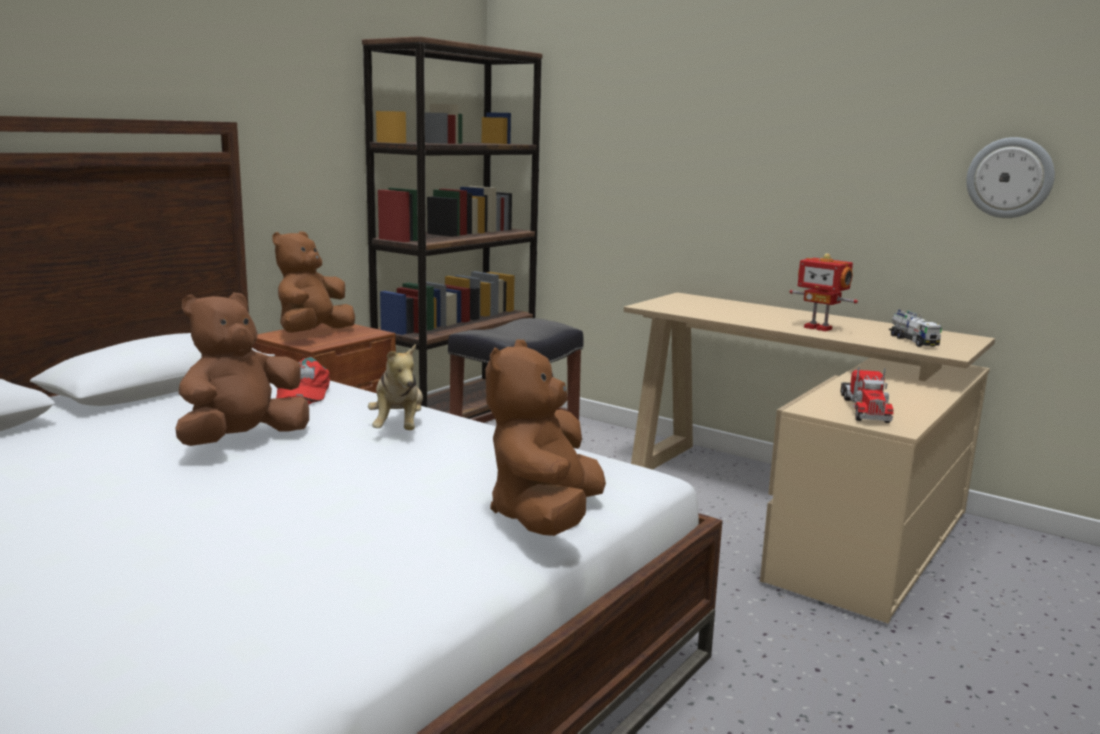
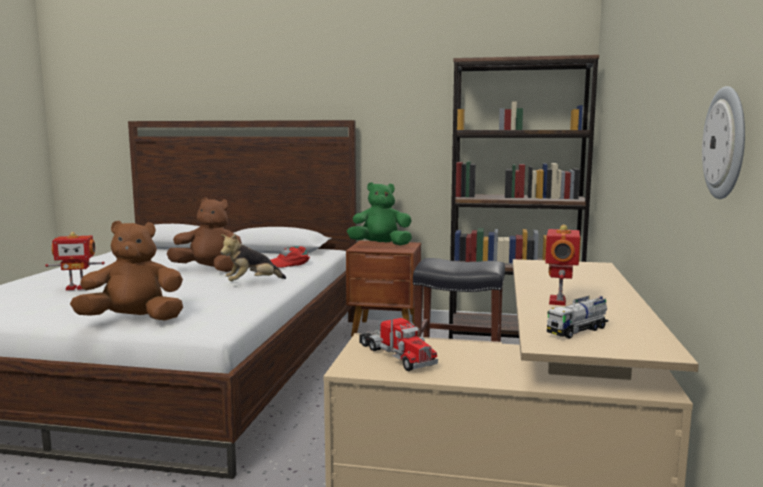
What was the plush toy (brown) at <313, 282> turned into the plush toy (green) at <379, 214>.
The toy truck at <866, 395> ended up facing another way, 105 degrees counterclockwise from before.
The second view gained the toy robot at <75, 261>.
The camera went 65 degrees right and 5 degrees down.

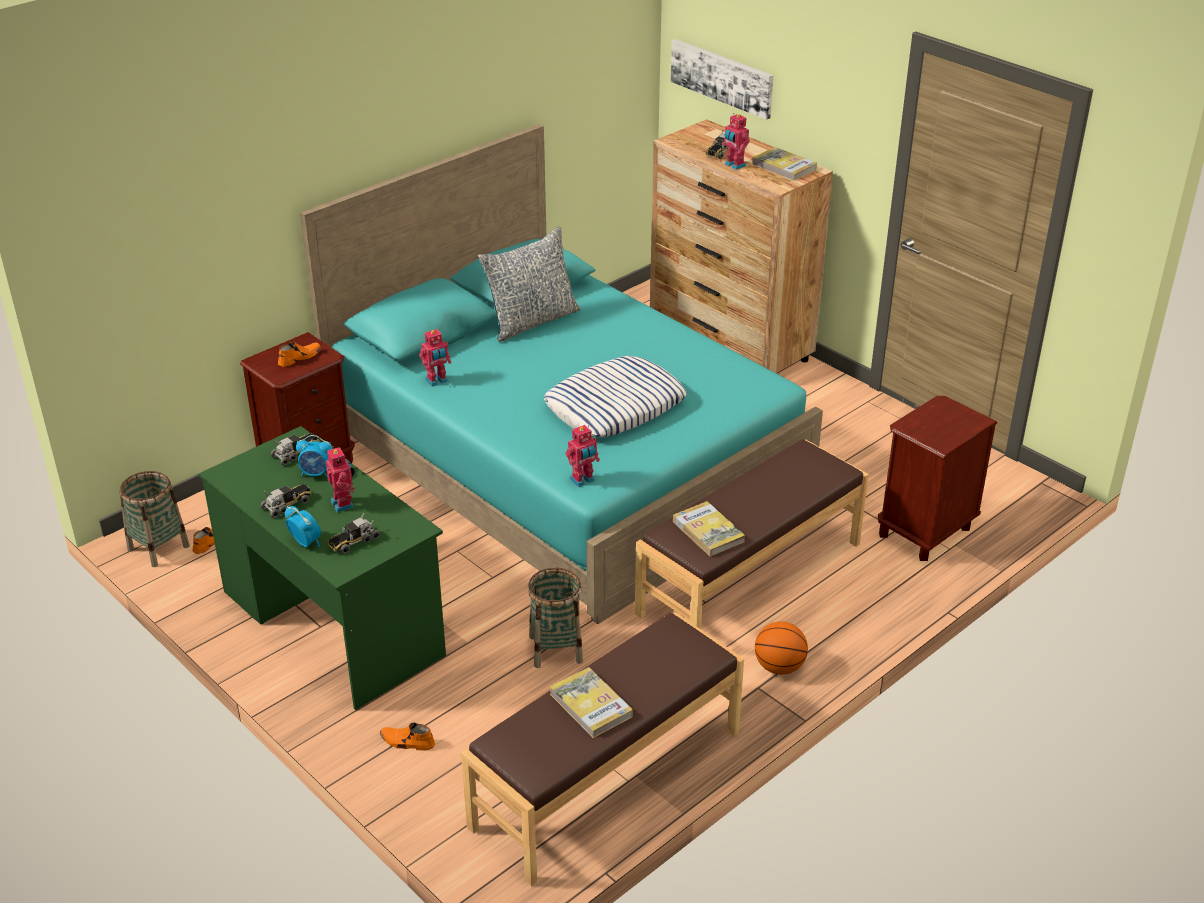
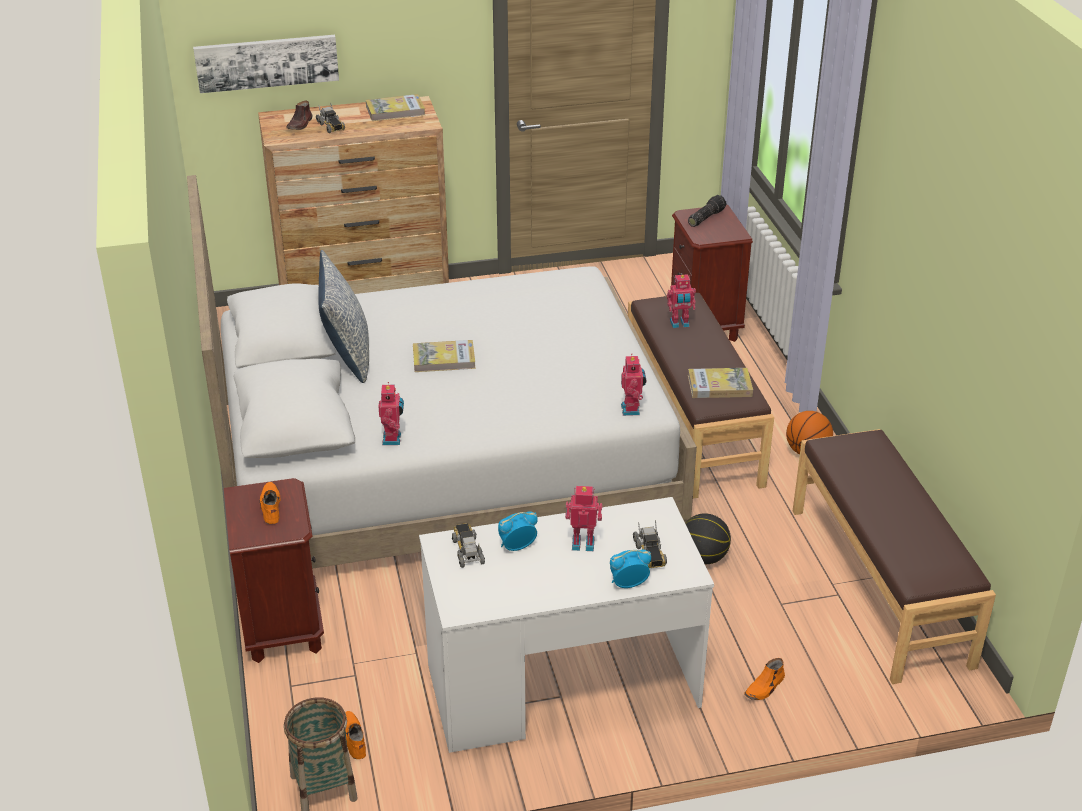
The toy robot ended up elsewhere, having gone from <736, 141> to <681, 301>.
What was the bed (turquoise) at <561, 374> turned into the bed (white) at <442, 372>.
The second view lost the pillow at <615, 396>.
What was the desk (green) at <322, 568> turned into the desk (white) at <566, 625>.
The alarm clock at <314, 456> ended up facing another way, 150 degrees counterclockwise from before.
The second view lost the toy truck at <286, 501>.
Where the basket stood at <555, 618>, the basketball came to stand at <708, 538>.
The book ended up elsewhere, having gone from <591, 702> to <444, 356>.
The second view gained the shoe (brown) at <299, 115>.
The second view gained the flashlight at <707, 211>.
The camera went 60 degrees left and 0 degrees up.

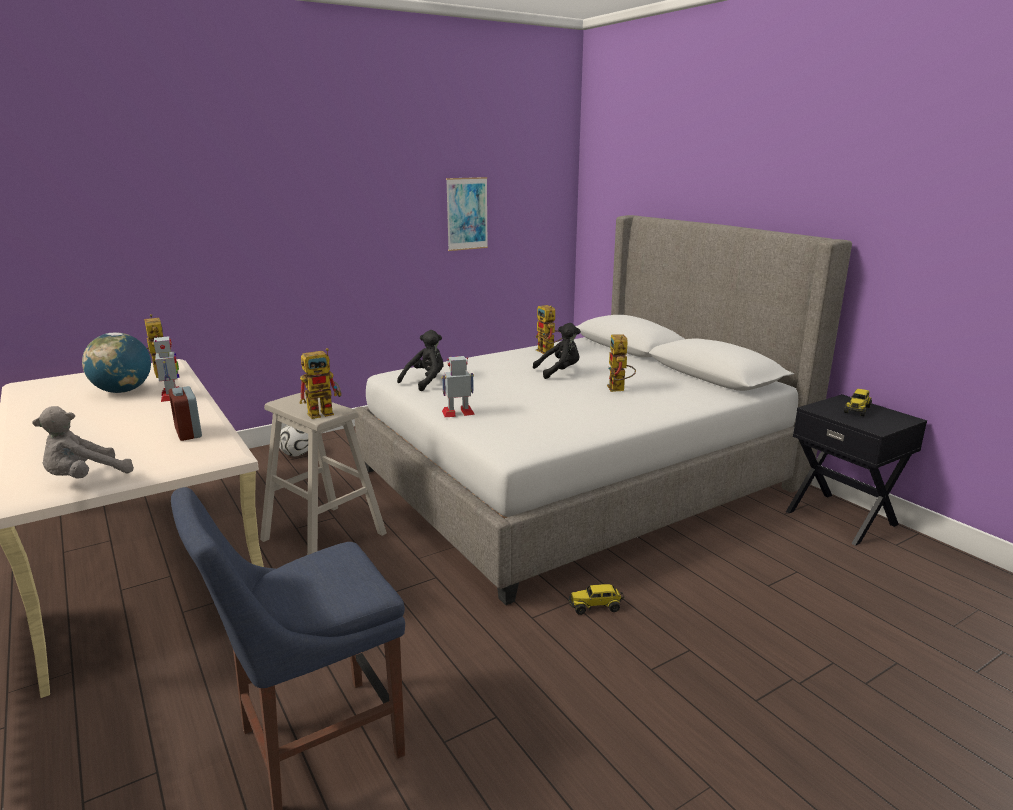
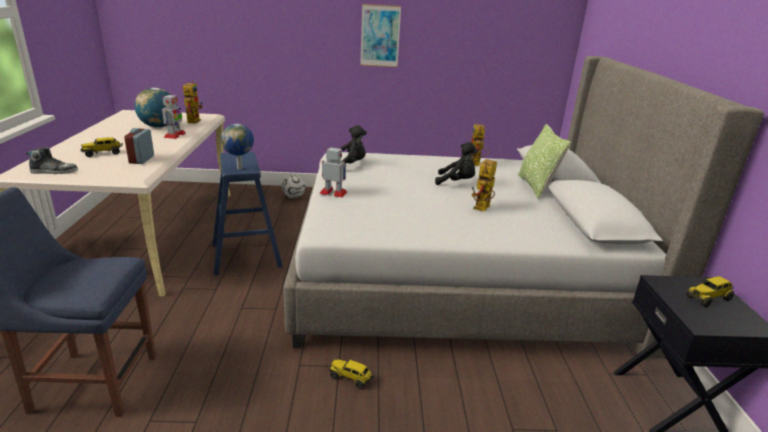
The picture ended up elsewhere, having gone from <467, 214> to <380, 35>.
Where the toy robot stood at <321, 383>, the globe came to stand at <237, 146>.
What was the stool (beige) at <323, 473> turned into the stool (blue) at <248, 213>.
Where the plush toy (grey) stood at <83, 442>, the shoe came to stand at <52, 160>.
The second view gained the pillow at <544, 161>.
The second view gained the toy truck at <101, 147>.
The camera went 30 degrees right and 5 degrees up.

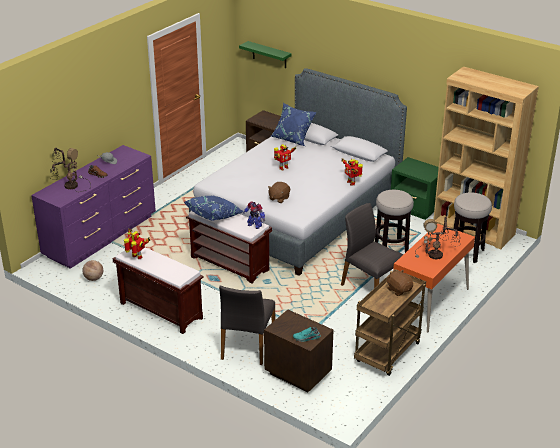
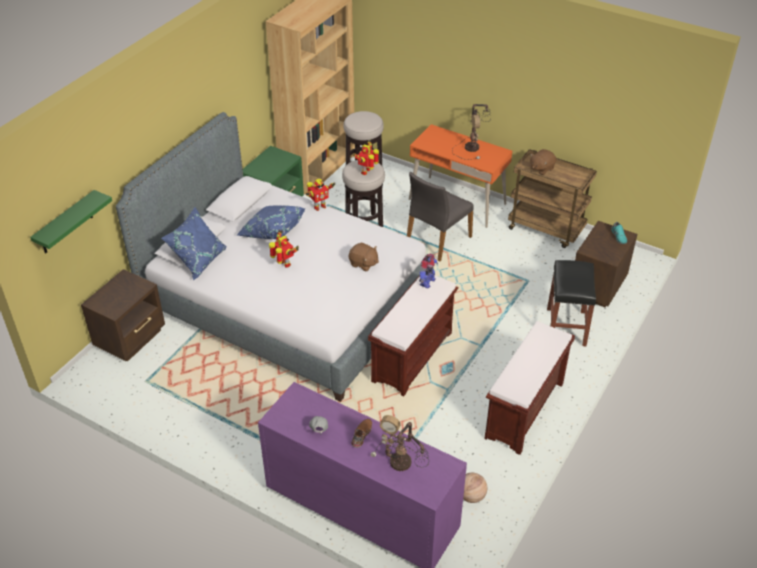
The pillow (blue) ended up elsewhere, having gone from <214, 207> to <271, 222>.
The toy robot ended up elsewhere, having gone from <137, 243> to <366, 157>.
Where the chair (grey) stood at <247, 325>, the stool (black) came to stand at <571, 303>.
The camera went 95 degrees left and 10 degrees up.

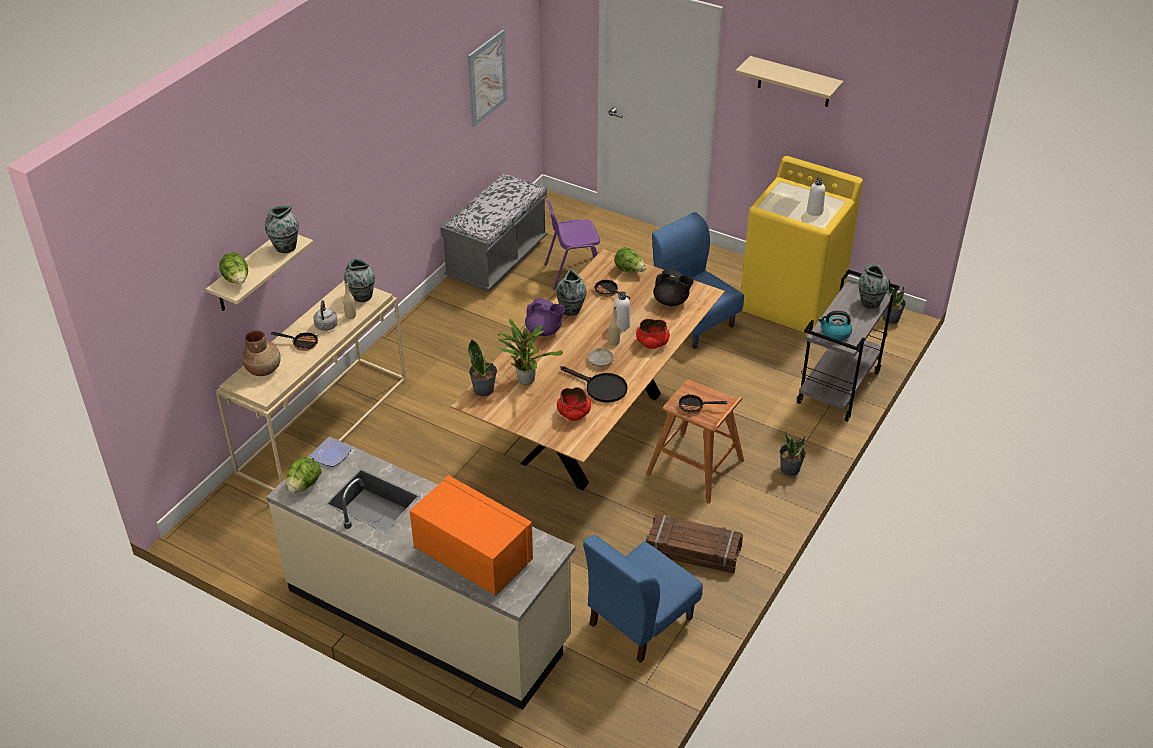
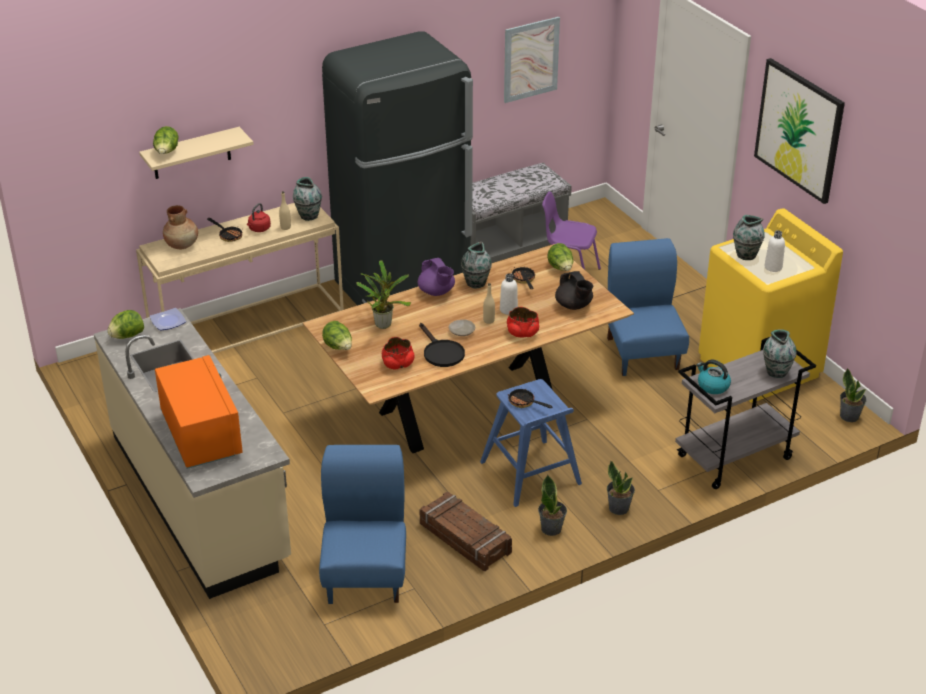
Where the shelf (beige) hung at <789, 81>, the picture came to hang at <799, 131>.
The vase ended up elsewhere, having gone from <282, 229> to <749, 237>.
What was the kettle (grey) at <325, 315> turned into the kettle (red) at <259, 217>.
The potted plant ended up elsewhere, having gone from <482, 367> to <552, 505>.
What was the stool (brown) at <695, 442> turned into the stool (blue) at <531, 443>.
The chair (blue) at <643, 599> ended up facing another way, 105 degrees clockwise from before.
The second view gained the fridge (black) at <397, 168>.
The second view gained the lettuce at <337, 335>.
The camera went 30 degrees right and 5 degrees down.

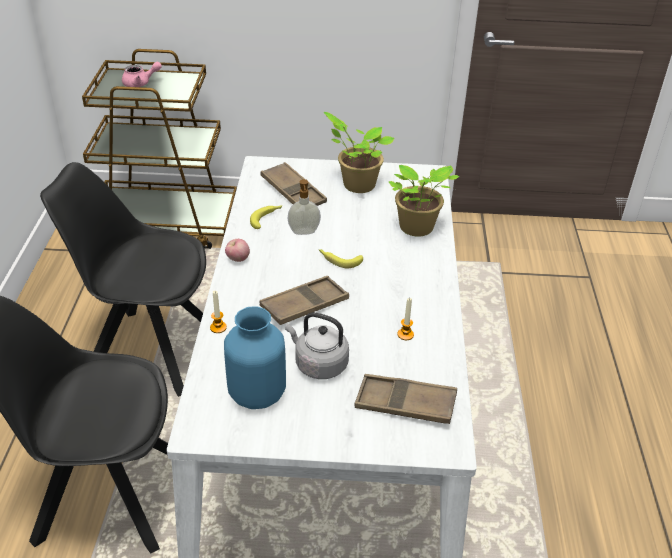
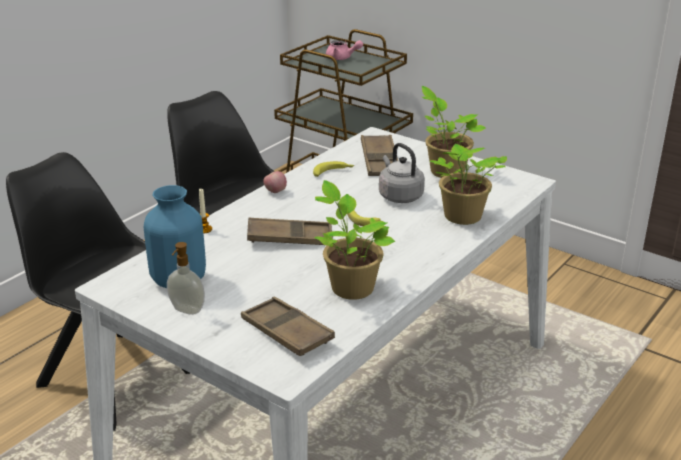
The soap dispenser ended up elsewhere, having gone from <304, 207> to <186, 278>.
Where the candle stood at <405, 319>, the potted plant came to stand at <355, 240>.
The kettle (grey) ended up elsewhere, having gone from <317, 345> to <402, 173>.
The camera went 35 degrees right and 10 degrees down.

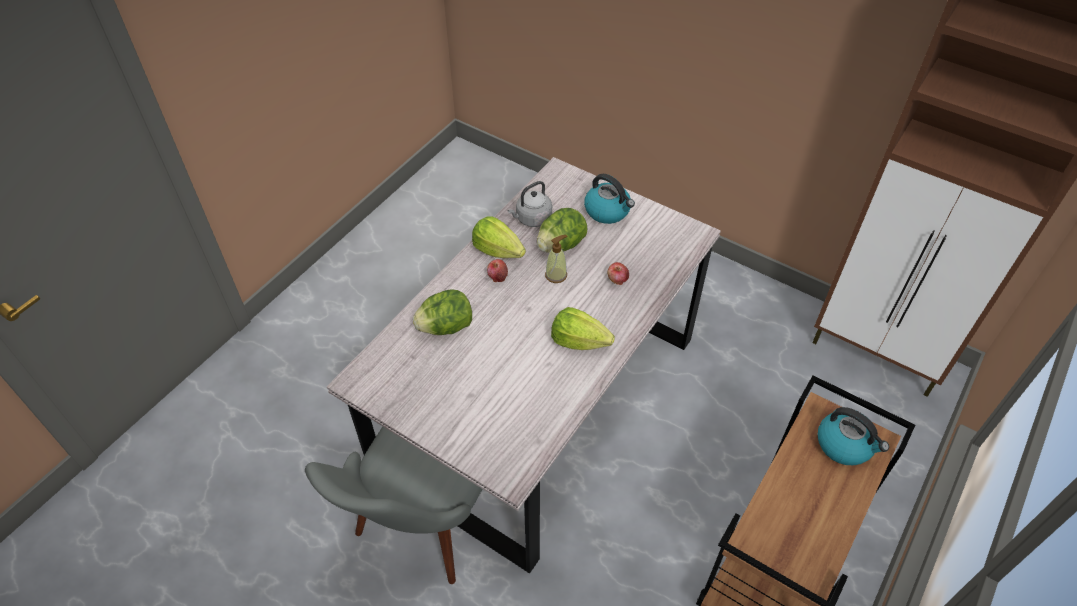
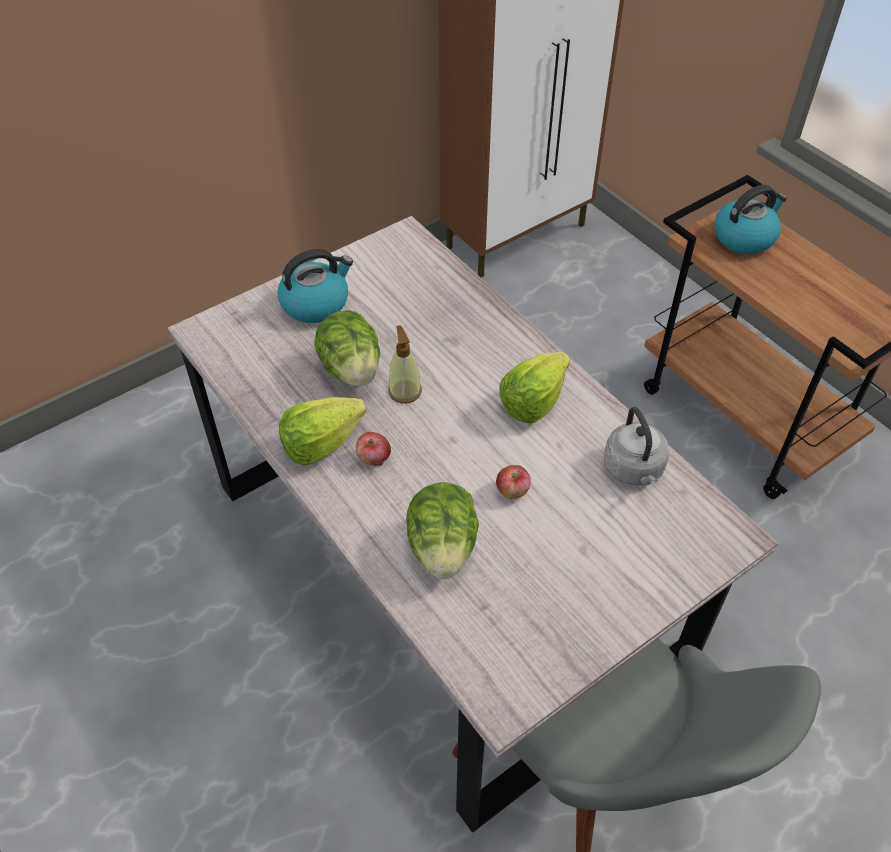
The kettle (grey) ended up elsewhere, having gone from <530, 204> to <636, 446>.
The apple ended up elsewhere, having gone from <618, 273> to <513, 482>.
The camera went 70 degrees left and 0 degrees up.

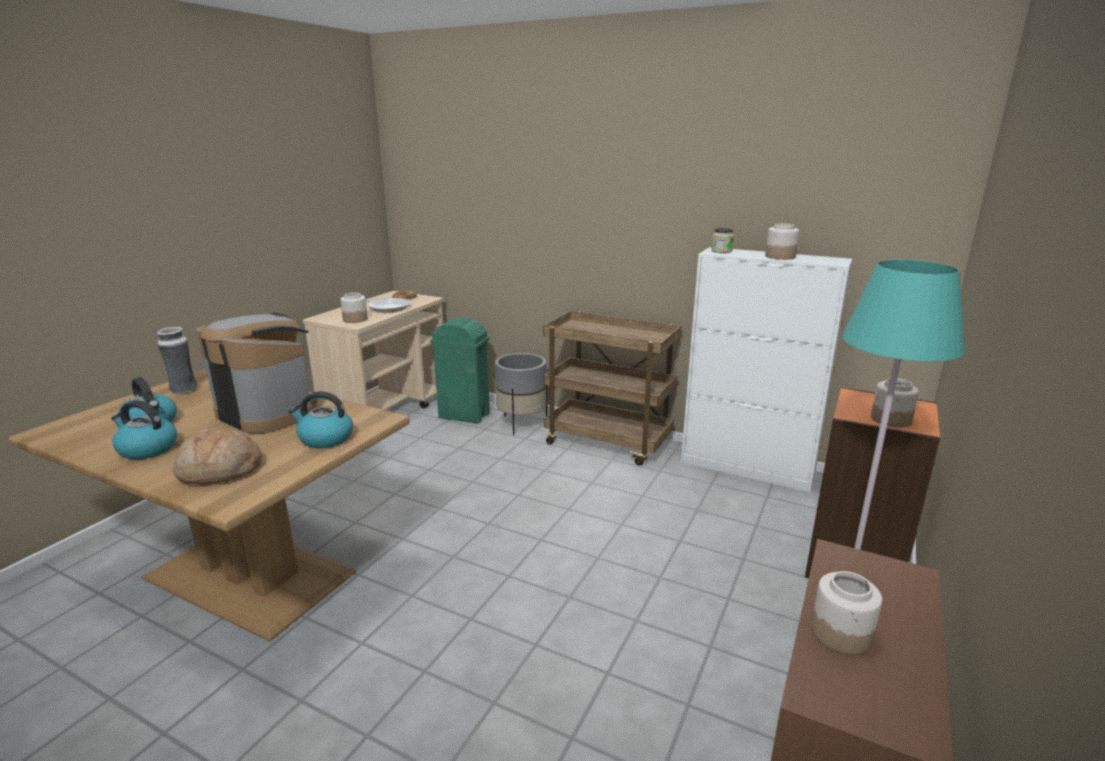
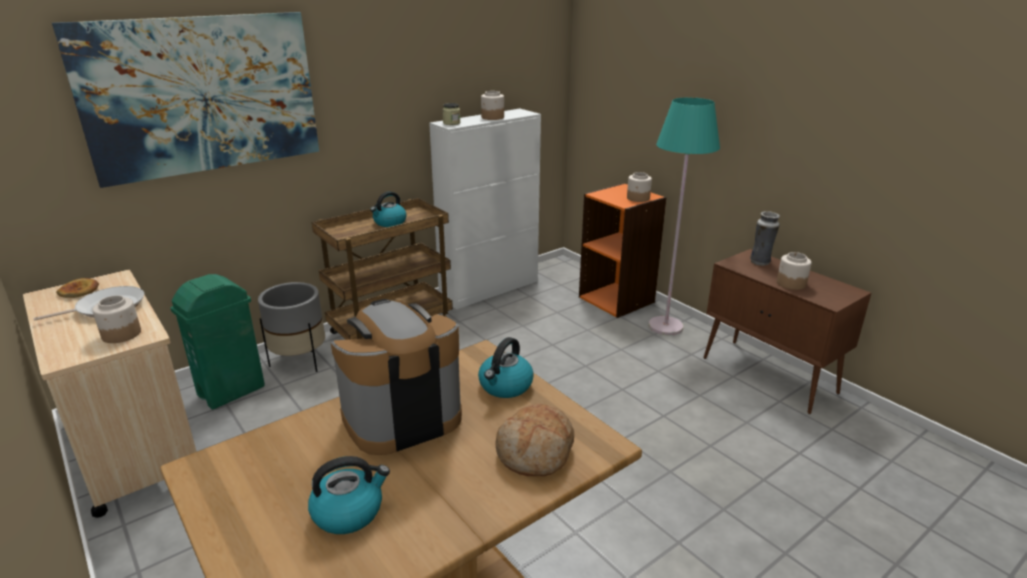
The vase ended up elsewhere, having gone from <177, 360> to <765, 238>.
The kettle ended up elsewhere, having gone from <144, 429> to <388, 209>.
The second view gained the picture at <185, 100>.
The camera went 65 degrees left and 5 degrees up.

